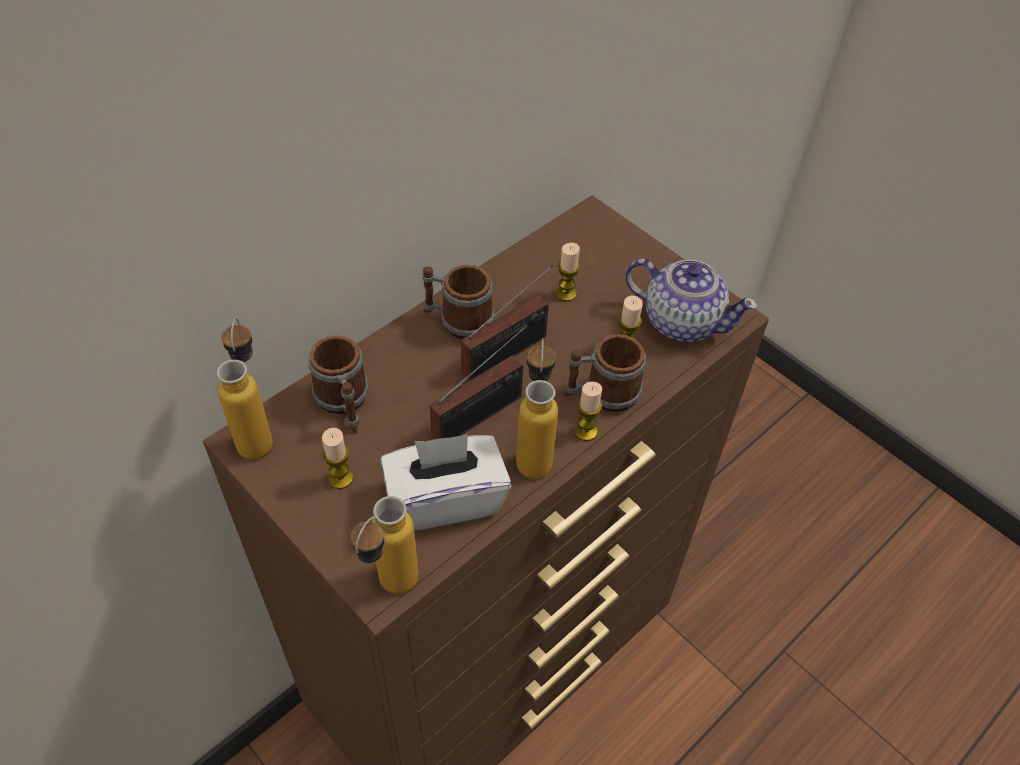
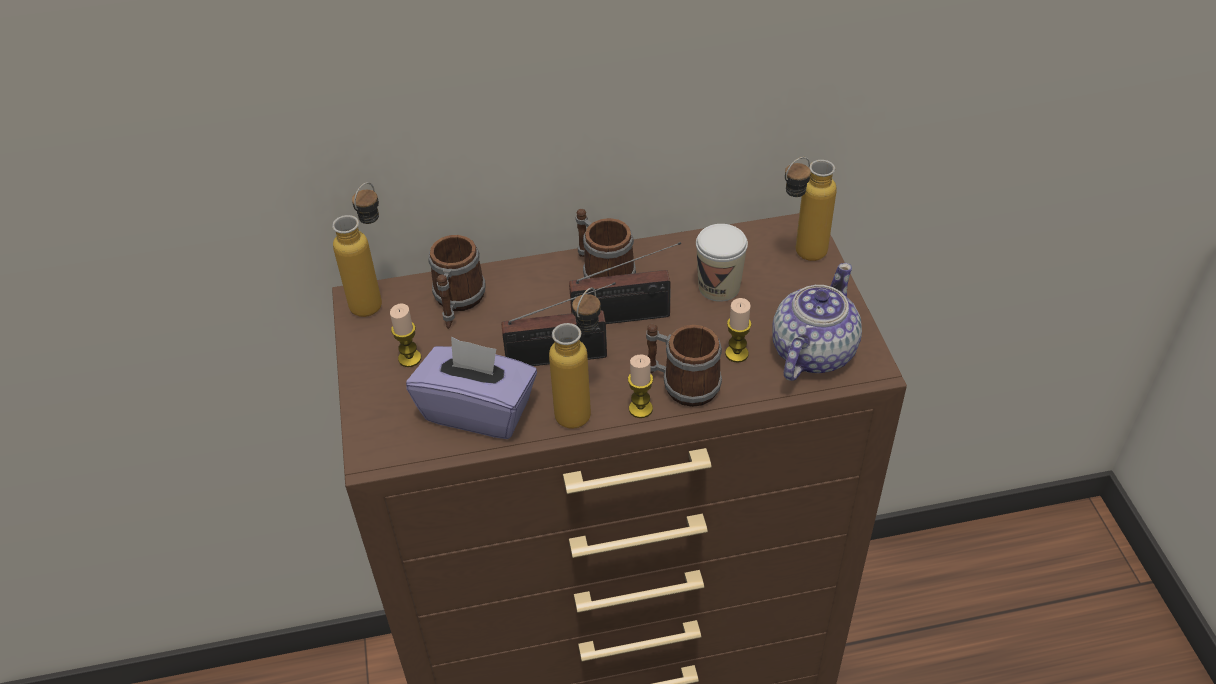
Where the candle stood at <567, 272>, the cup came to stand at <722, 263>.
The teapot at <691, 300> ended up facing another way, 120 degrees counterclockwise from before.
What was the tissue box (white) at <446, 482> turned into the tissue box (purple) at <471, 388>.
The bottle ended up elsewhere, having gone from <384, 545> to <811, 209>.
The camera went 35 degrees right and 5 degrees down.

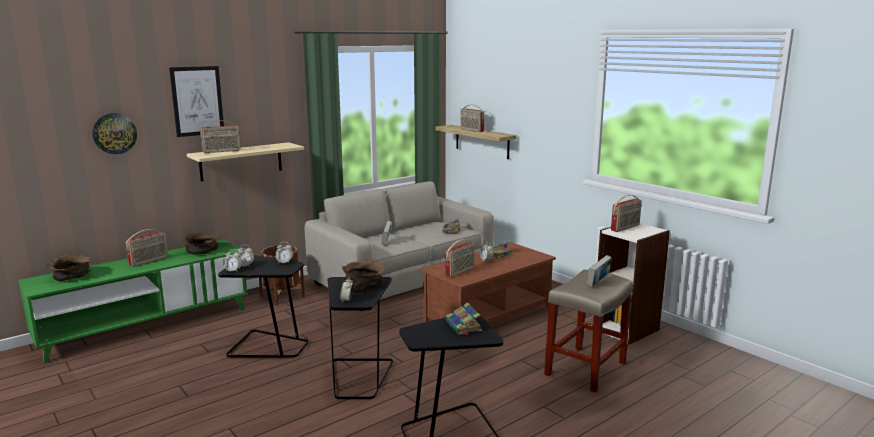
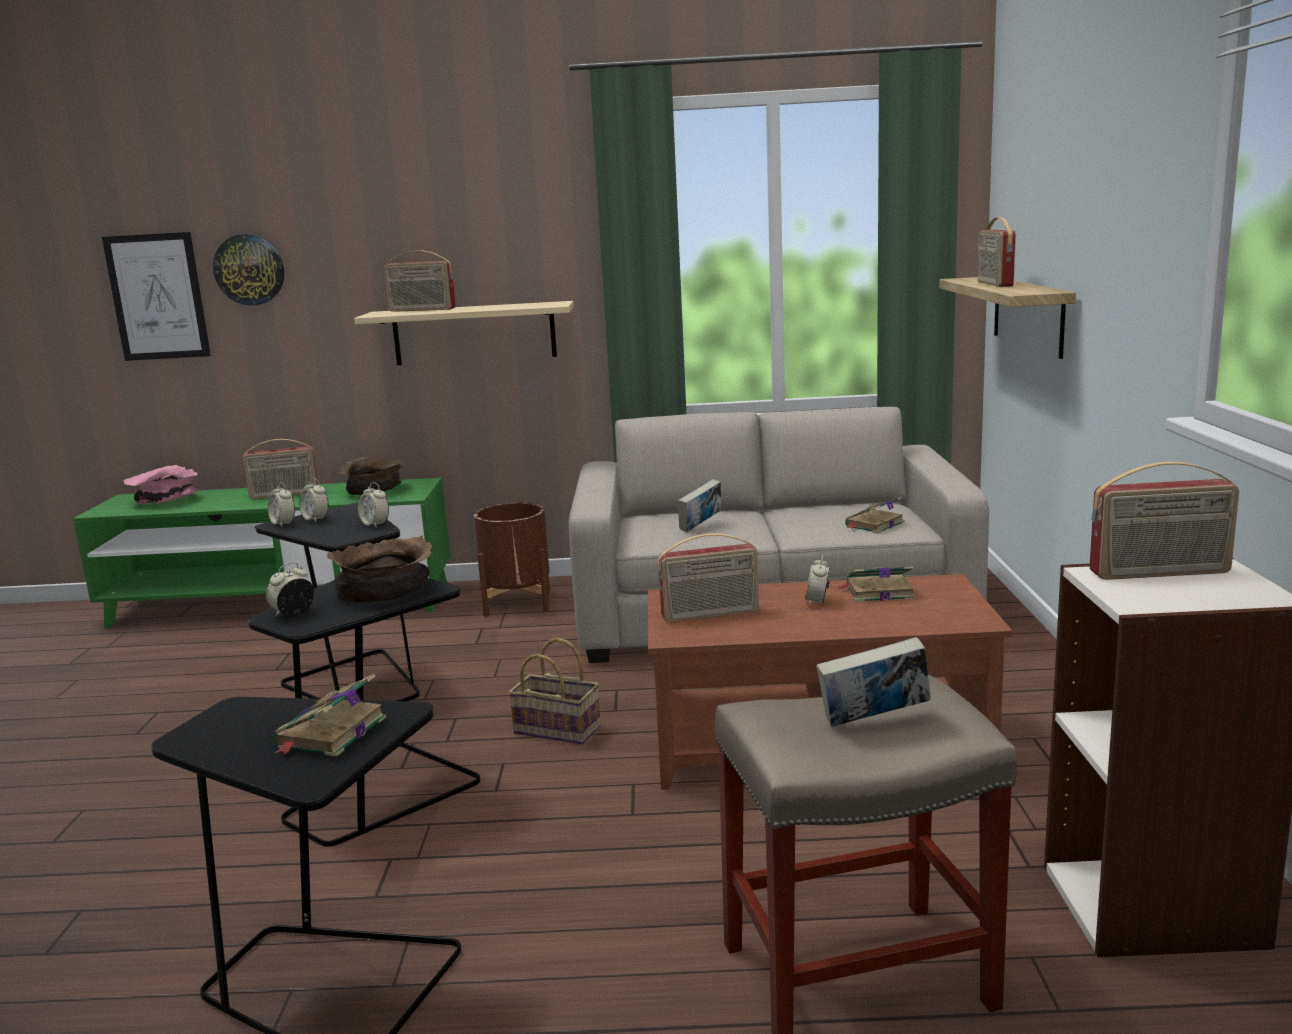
The picture ended up elsewhere, having gone from <196, 101> to <156, 296>.
What was the bowl (brown) at <69, 267> turned into the bowl (pink) at <161, 484>.
The second view gained the basket at <554, 691>.
The camera went 40 degrees right and 0 degrees up.

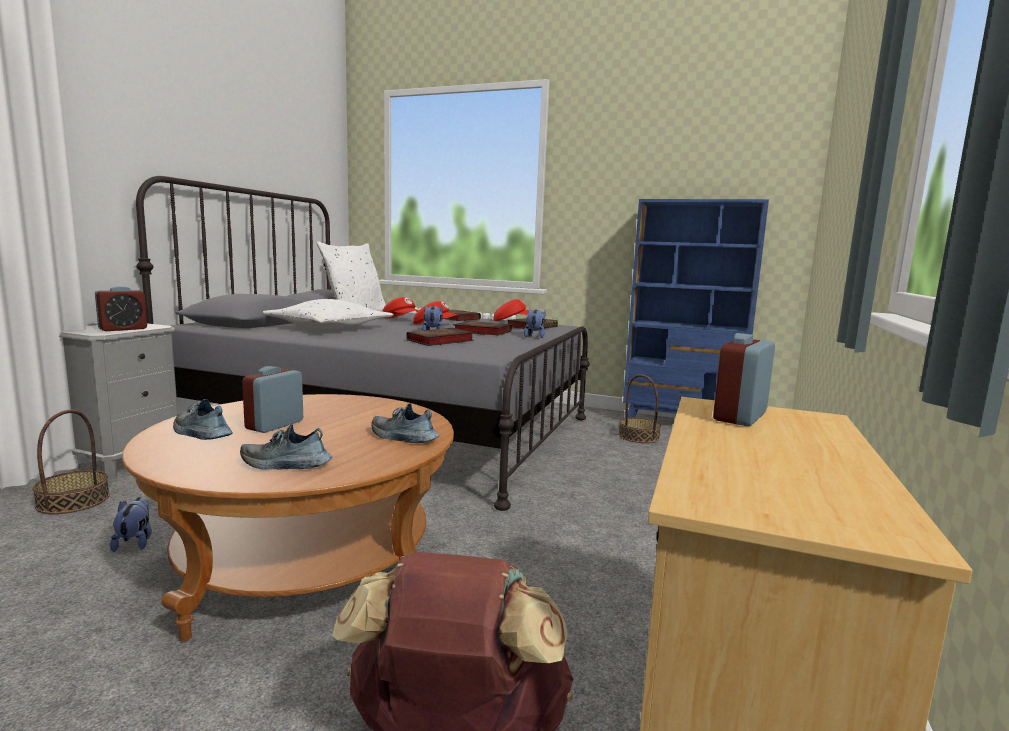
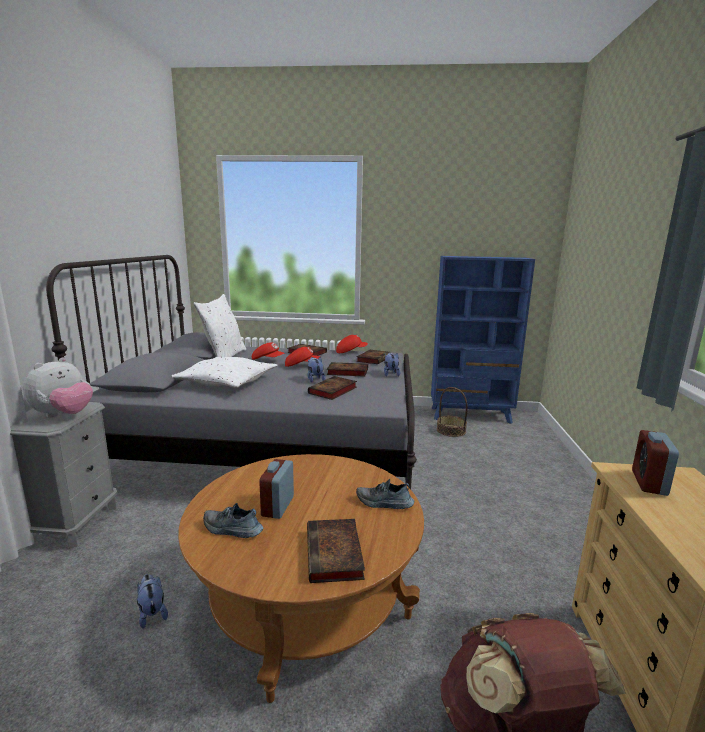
Where the alarm clock stood at <121, 308>, the plush toy came to stand at <58, 387>.
The second view lost the basket at <71, 462>.
Where the shoe stood at <286, 446>, the book came to stand at <336, 551>.
The camera went 15 degrees left and 5 degrees up.

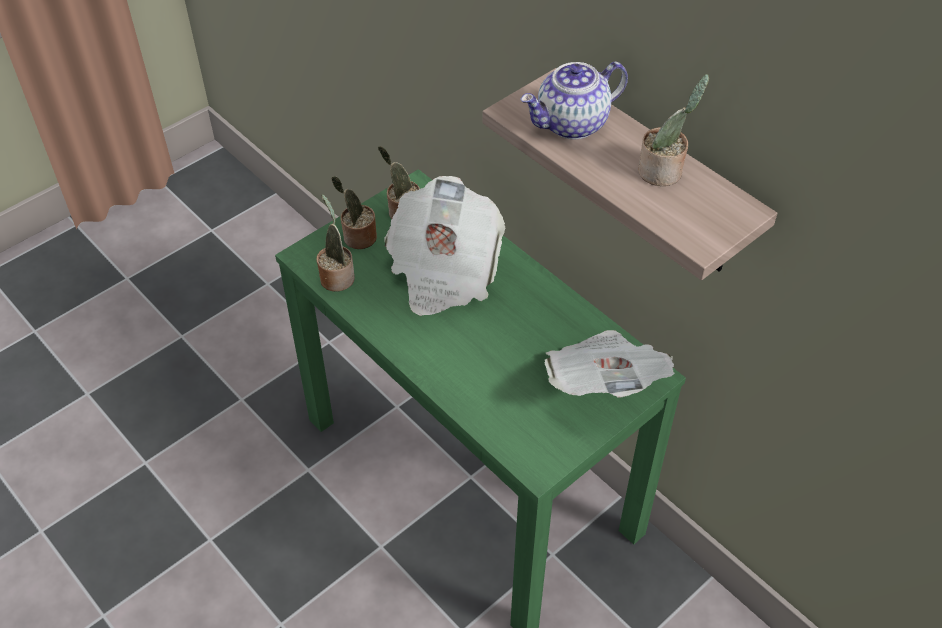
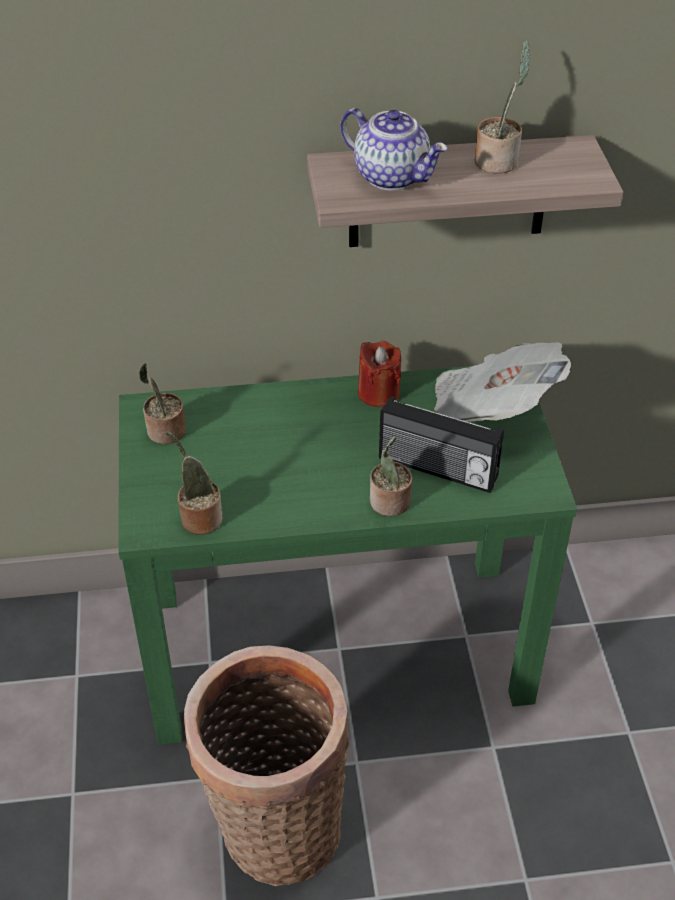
The teapot at <574, 100> ended up facing another way, 60 degrees counterclockwise from before.
The potted plant ended up elsewhere, having gone from <354, 212> to <391, 476>.
The second view lost the newspaper at <444, 246>.
The second view gained the candle (red) at <379, 374>.
The second view gained the radio at <441, 444>.
The second view gained the basket at <266, 765>.
The camera went 55 degrees left and 5 degrees down.

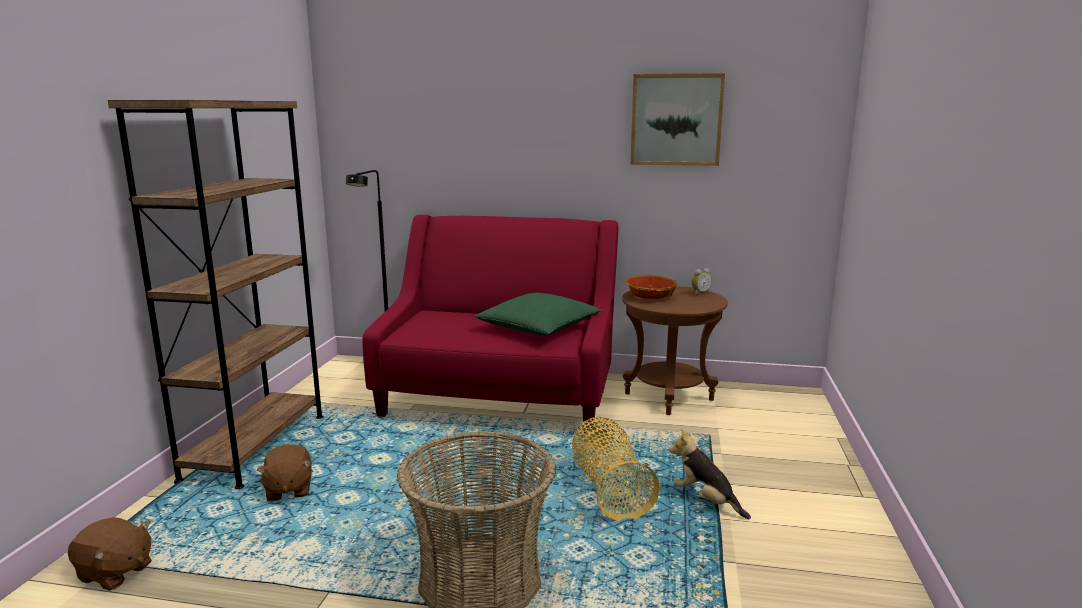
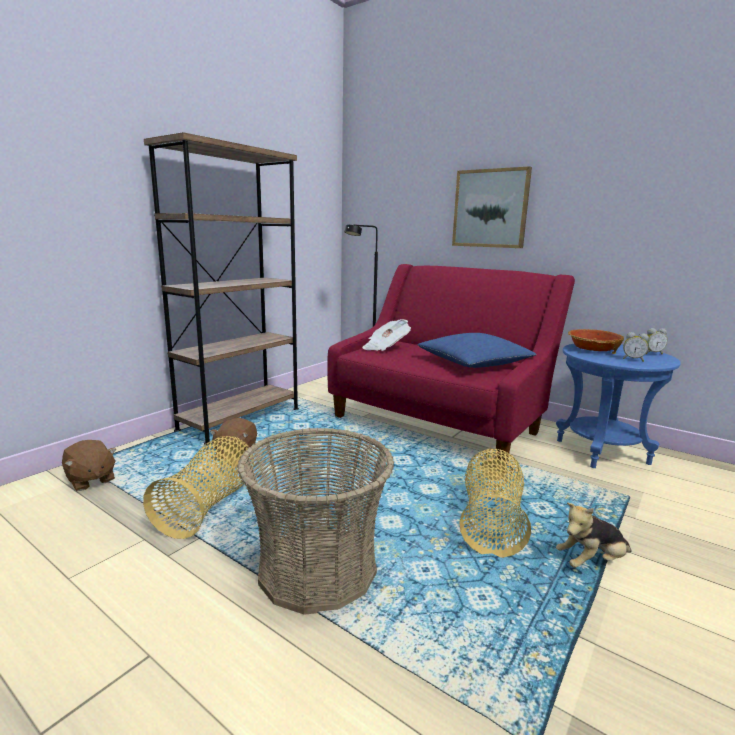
The picture ended up elsewhere, having gone from <677, 119> to <492, 207>.
What was the side table (brown) at <675, 350> turned into the side table (blue) at <618, 406>.
What was the pillow (green) at <537, 314> turned into the pillow (blue) at <477, 350>.
The plush toy at <710, 474> ended up facing another way, 90 degrees counterclockwise from before.
The second view gained the newspaper at <386, 335>.
The second view gained the alarm clock at <636, 347>.
The second view gained the basket at <198, 487>.
The camera went 25 degrees right and 0 degrees up.

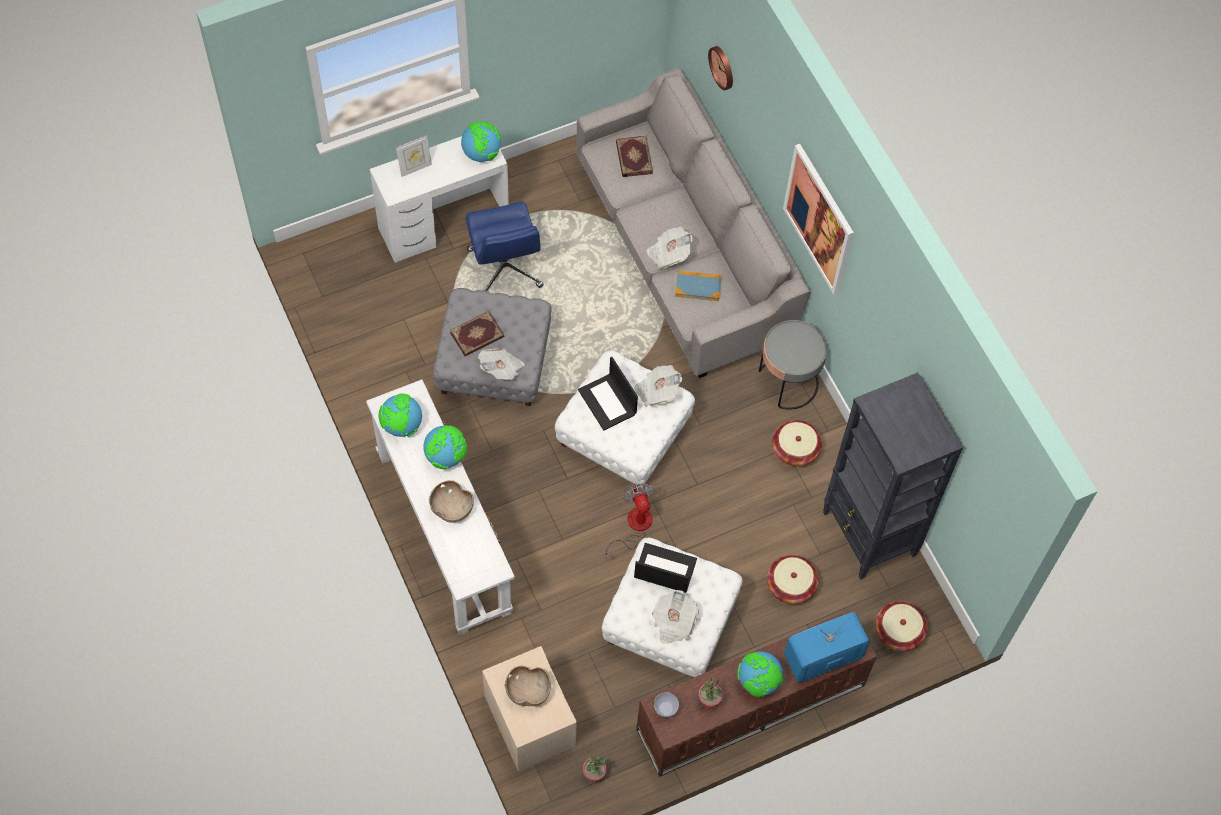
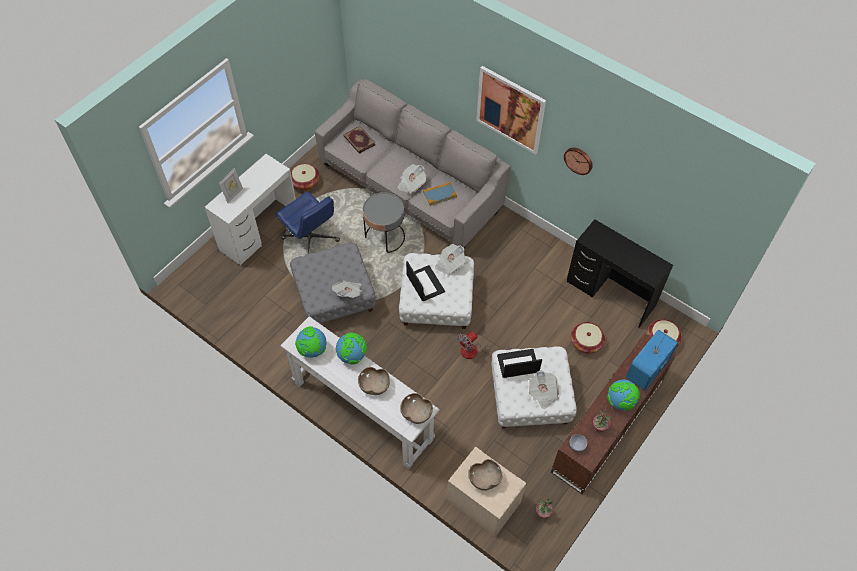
The wall clock ended up elsewhere, having gone from <720, 68> to <578, 161>.
The second view lost the globe at <481, 141>.
The second view lost the book at <477, 333>.
The side table (grey) ended up elsewhere, having gone from <793, 365> to <384, 222>.
The laptop at <608, 394> ended up facing another way, 150 degrees counterclockwise from before.
Where the bookcase (black) stood at <893, 475>, the desk (black) came to stand at <620, 273>.
The basket ended up elsewhere, having gone from <797, 443> to <305, 177>.
The fan at <629, 521> ended up facing another way, 90 degrees counterclockwise from before.
The second view gained the bowl (brown) at <417, 408>.
The camera went 25 degrees left and 5 degrees down.

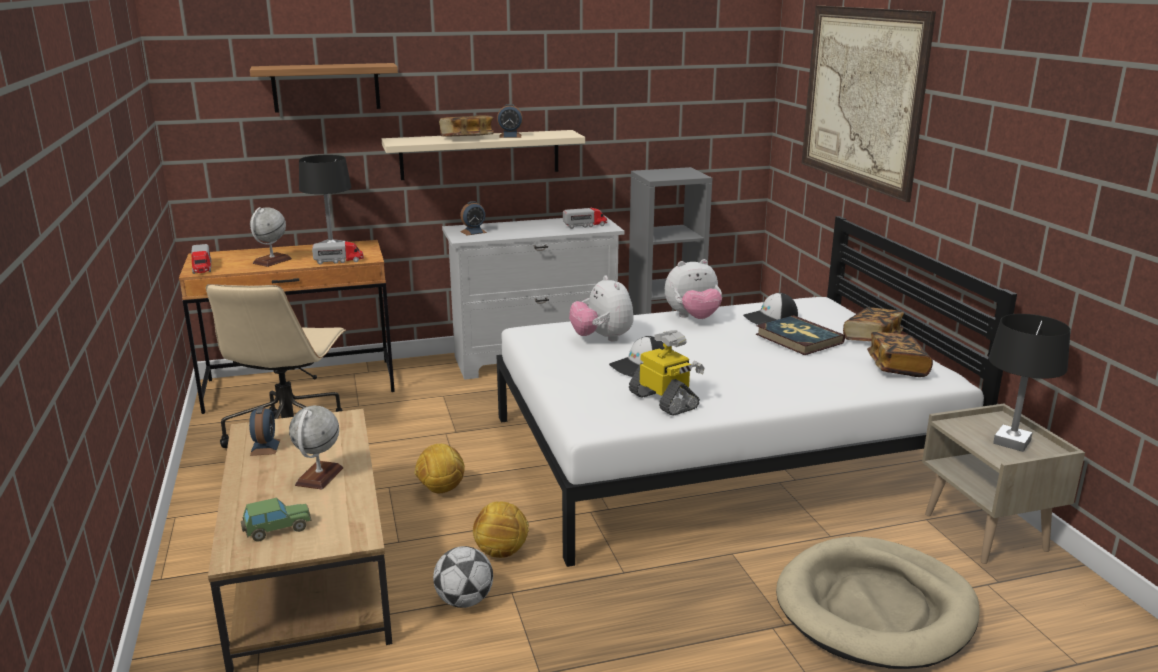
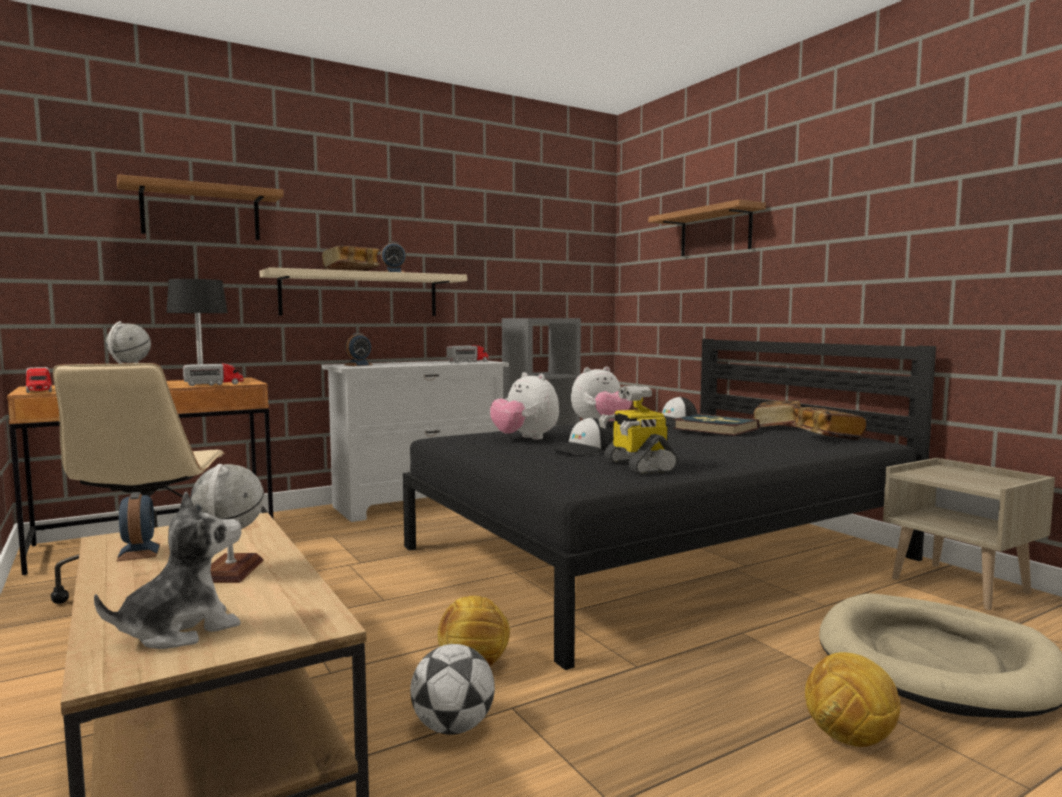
Where the picture hung at <869, 104>, the shelf came to hang at <707, 228>.
What was the bed (white) at <756, 391> turned into the bed (black) at <669, 504>.
The second view lost the table lamp (black) at <1030, 383>.
The toy robot at <666, 373> ended up facing another way, 150 degrees counterclockwise from before.
The football ended up elsewhere, having gone from <439, 468> to <853, 699>.
Where the toy car stood at <276, 520>, the plush toy came to stand at <167, 570>.
The camera went 15 degrees left and 15 degrees down.

